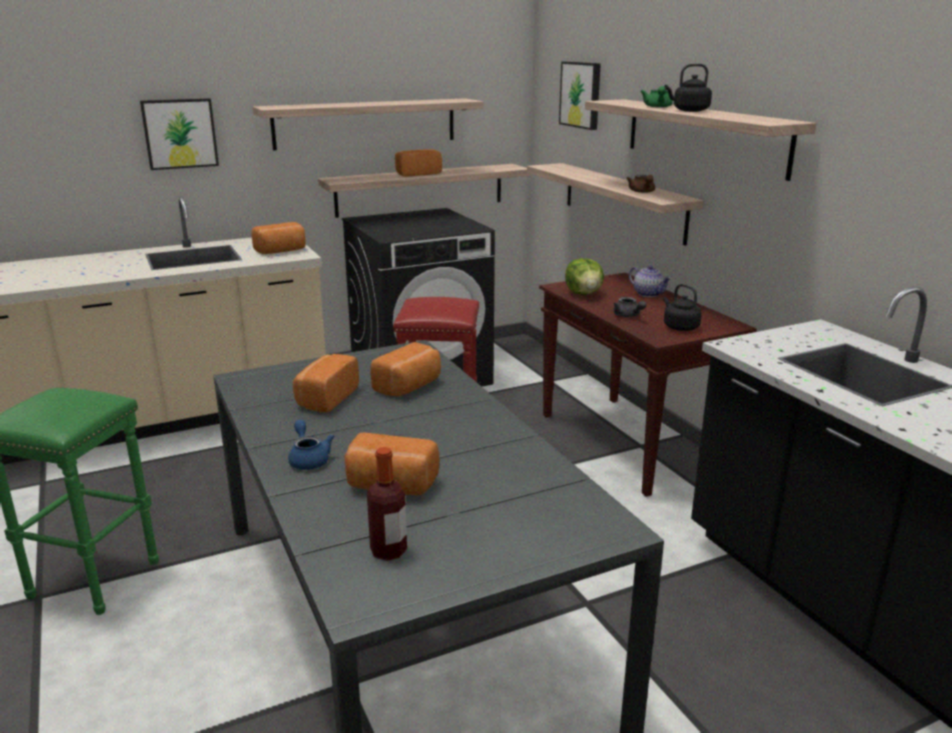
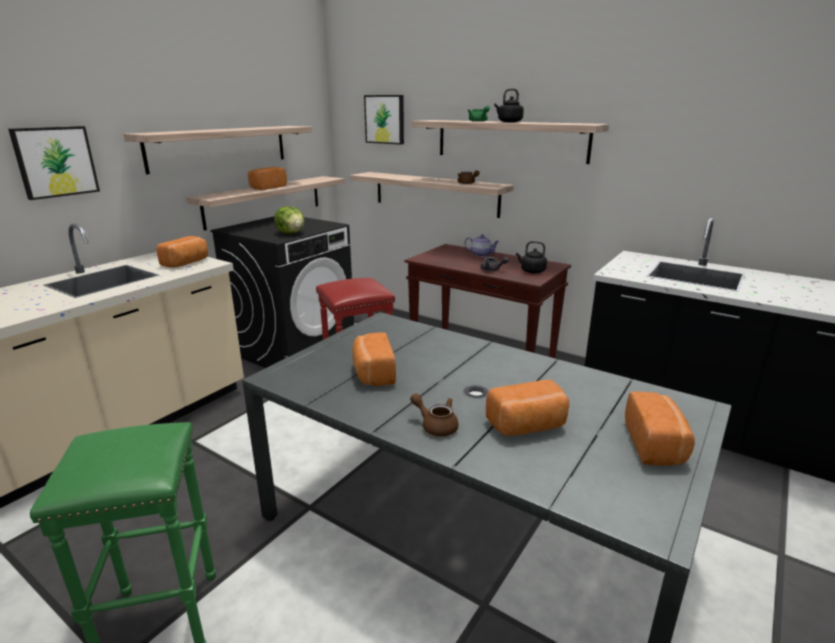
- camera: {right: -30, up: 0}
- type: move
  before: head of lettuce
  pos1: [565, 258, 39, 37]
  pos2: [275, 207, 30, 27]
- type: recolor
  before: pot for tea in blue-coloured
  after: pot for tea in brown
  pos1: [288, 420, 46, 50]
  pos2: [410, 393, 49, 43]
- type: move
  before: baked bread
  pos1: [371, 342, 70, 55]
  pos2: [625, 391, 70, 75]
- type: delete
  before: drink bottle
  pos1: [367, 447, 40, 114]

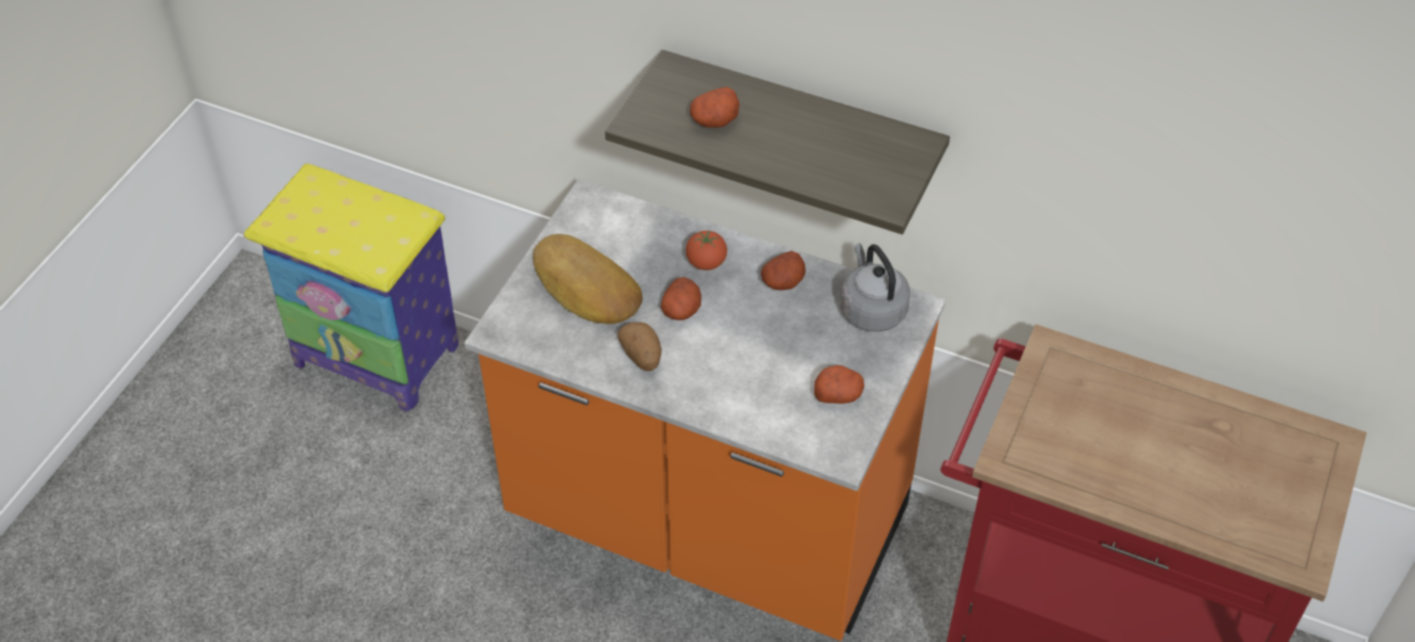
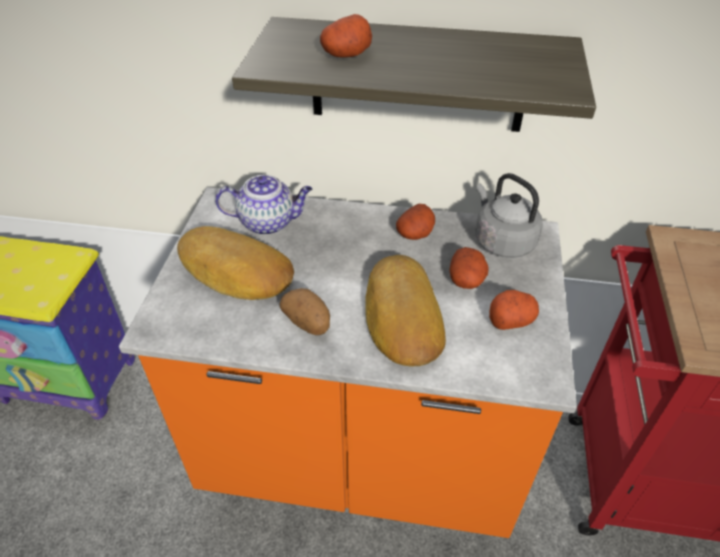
- camera: {right: -15, up: -5}
- type: insert
  after: pot for tea
  pos2: [215, 175, 97, 60]
- type: insert
  after: baked bread
  pos2: [365, 255, 81, 112]
- type: move
  before: spud
  pos1: [661, 277, 40, 43]
  pos2: [449, 247, 40, 42]
- type: delete
  before: whole tomato
  pos1: [686, 231, 41, 39]

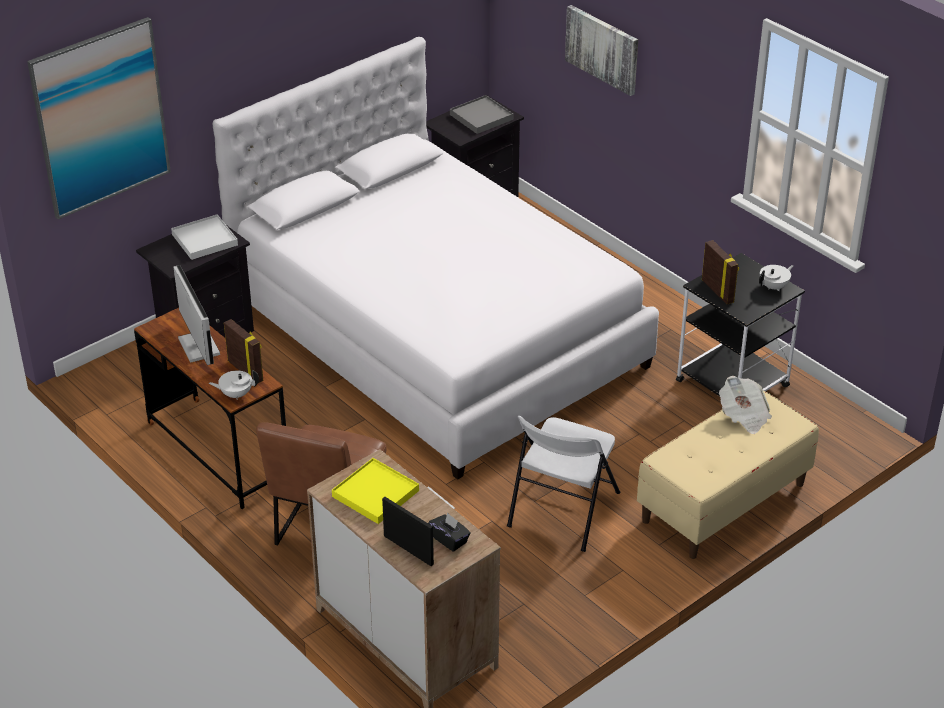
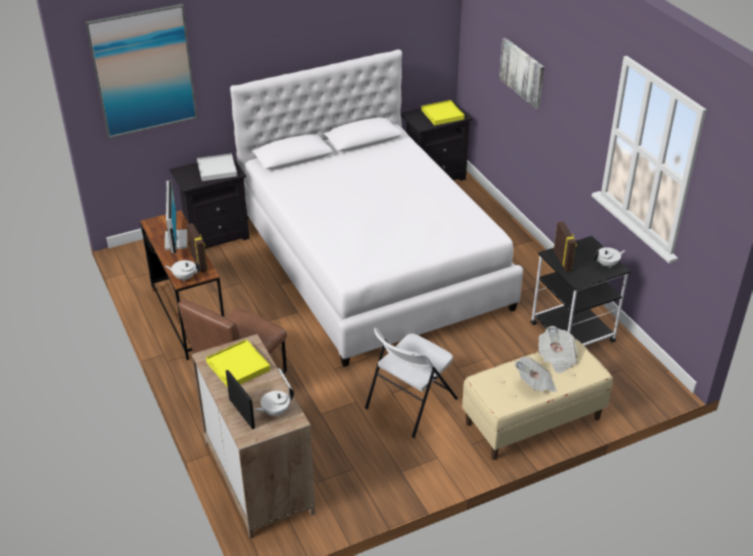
- camera: {right: 15, up: 0}
- type: replace
  before: tissue box in black
  after: pot for tea in white
  pos1: [428, 512, 43, 40]
  pos2: [254, 388, 40, 28]
- type: recolor
  before: carrying tray in gray
  after: carrying tray in yellowish
  pos1: [450, 95, 63, 39]
  pos2: [421, 100, 44, 25]
- type: insert
  after: printed paper
  pos2: [515, 357, 42, 36]

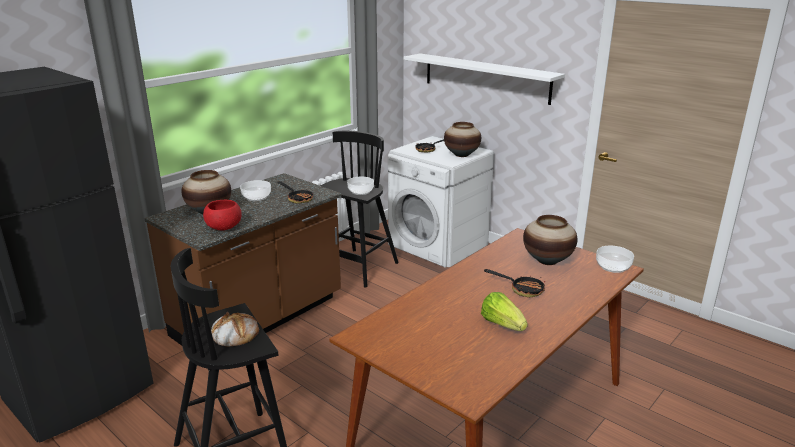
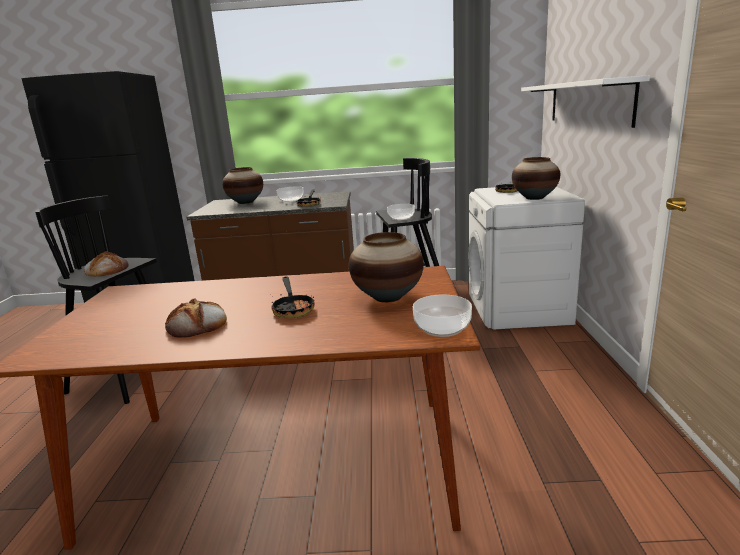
- camera: {right: 50, up: -5}
- type: replace
  before: head of lettuce
  after: baked bread
  pos1: [481, 292, 47, 39]
  pos2: [165, 298, 62, 40]
- type: delete
  before: serving bowl in red
  pos1: [203, 200, 39, 31]

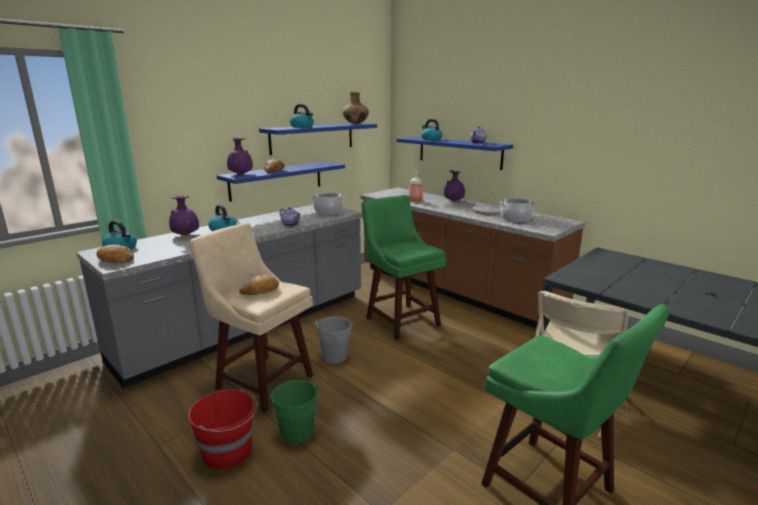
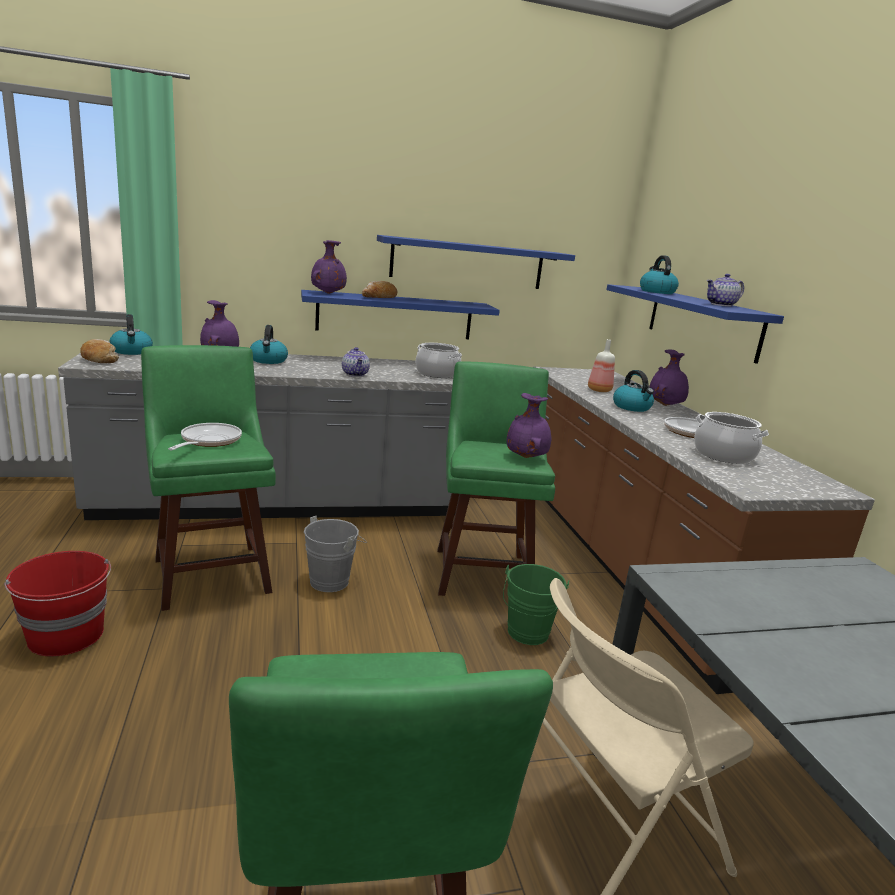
- camera: {right: 30, up: 0}
- type: recolor
  before: stool seat in beige-coloured
  after: stool seat in green-coloured
  pos1: [190, 223, 123, 189]
  pos2: [141, 345, 135, 266]
- type: replace
  before: baked bread
  after: pan
  pos1: [239, 274, 40, 21]
  pos2: [168, 423, 74, 28]
- type: move
  before: bucket in green-coloured
  pos1: [269, 380, 50, 64]
  pos2: [503, 564, 67, 81]
- type: insert
  after: flower vase in purplish
  pos2: [507, 393, 44, 65]
- type: move
  before: kettle
  pos1: [290, 104, 24, 24]
  pos2: [613, 370, 41, 42]
- type: delete
  before: flower vase in brown
  pos1: [343, 92, 26, 32]

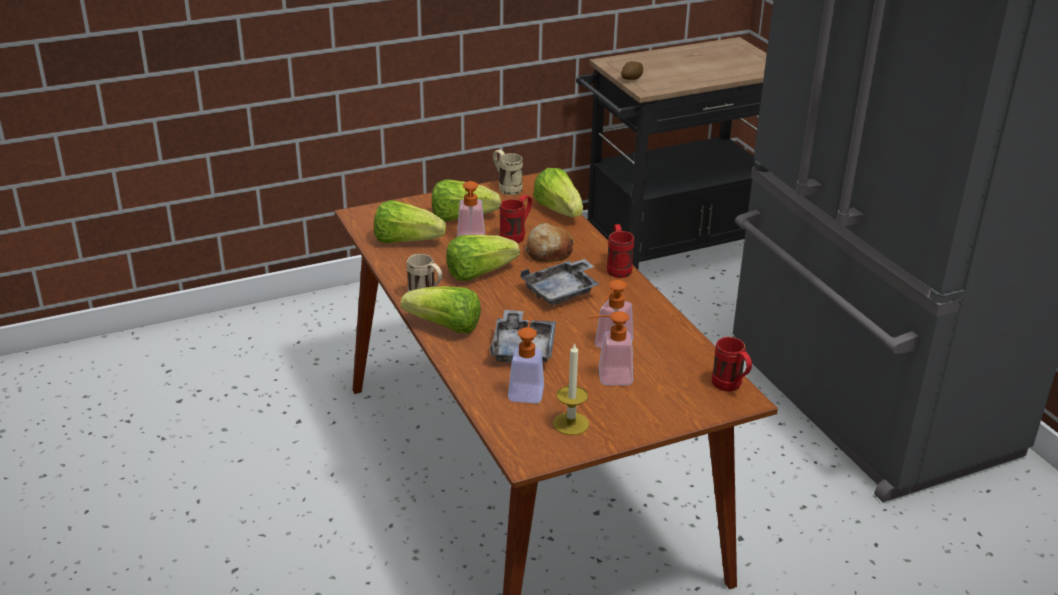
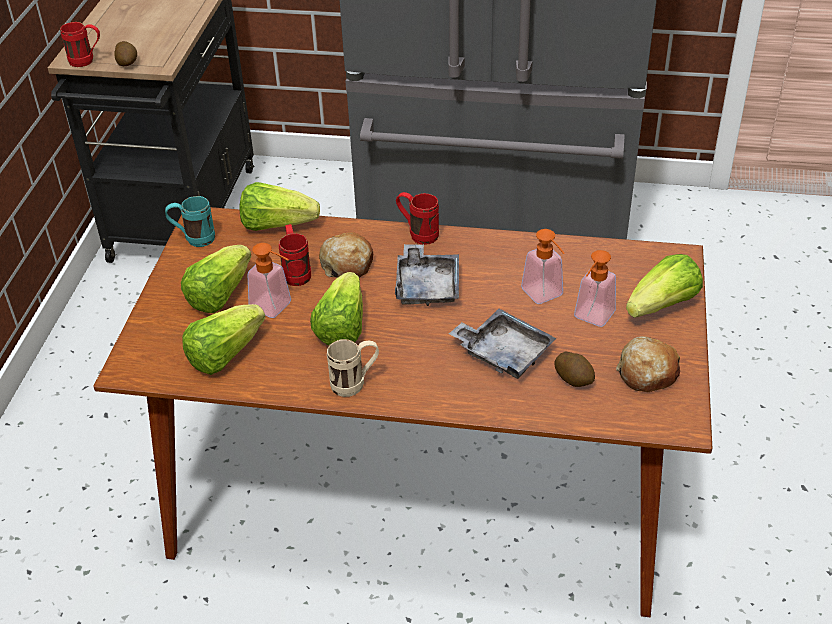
- camera: {right: -55, up: 10}
- type: move
  before: tea mug in red
  pos1: [712, 337, 40, 55]
  pos2: [60, 22, 40, 45]
- type: recolor
  before: tea mug in beige-coloured
  after: tea mug in blue-green
  pos1: [493, 150, 30, 45]
  pos2: [165, 196, 50, 51]
- type: replace
  before: liquid soap bottle
  after: spud
  pos1: [508, 316, 36, 88]
  pos2: [554, 351, 41, 36]
- type: replace
  before: candle
  after: baked bread
  pos1: [553, 342, 36, 93]
  pos2: [616, 336, 64, 56]
- type: move
  before: head of lettuce
  pos1: [401, 286, 80, 47]
  pos2: [626, 254, 77, 64]

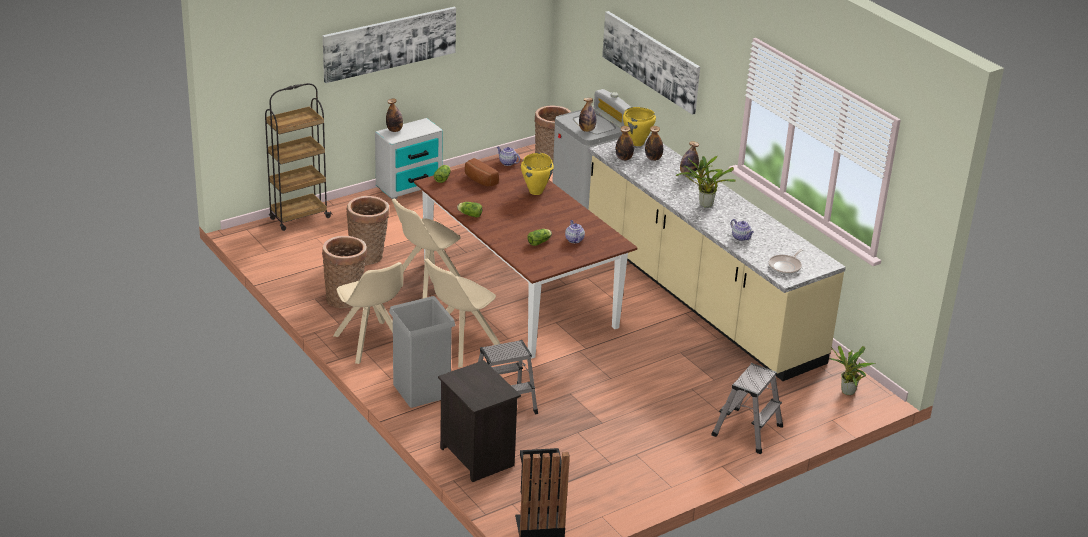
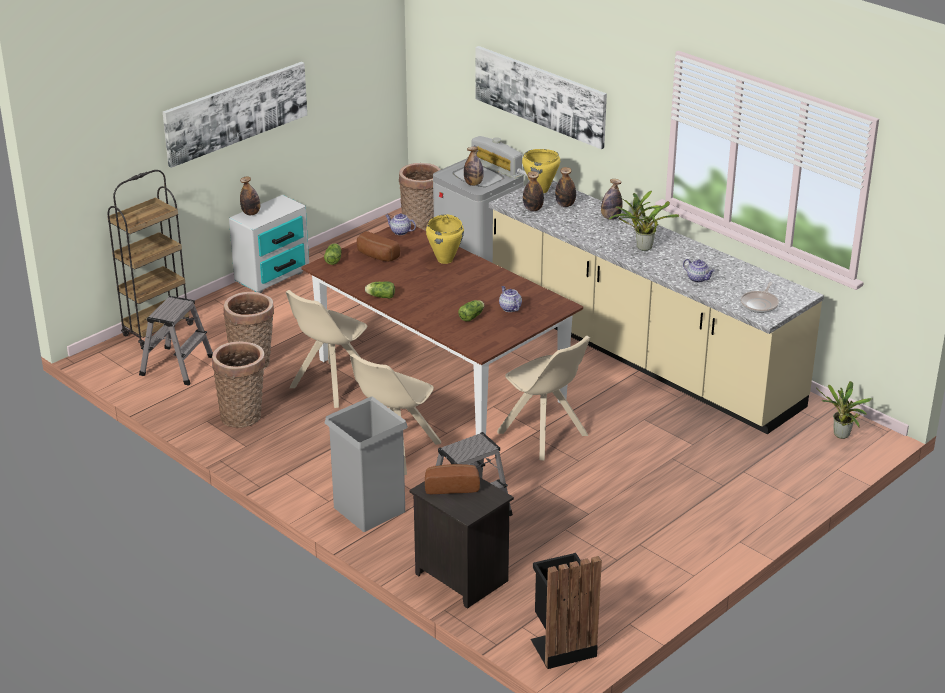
- camera: {right: -10, up: 0}
- type: move
  before: step stool in gray
  pos1: [711, 363, 72, 91]
  pos2: [139, 296, 74, 89]
- type: insert
  after: baked bread
  pos2: [425, 464, 55, 30]
- type: move
  before: upright chair in beige-coloured
  pos1: [334, 262, 69, 102]
  pos2: [497, 336, 93, 125]

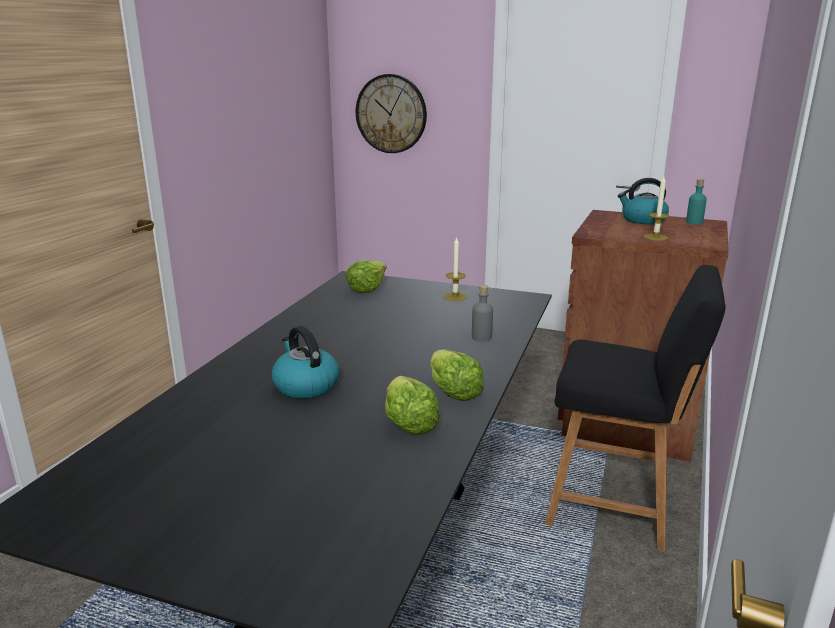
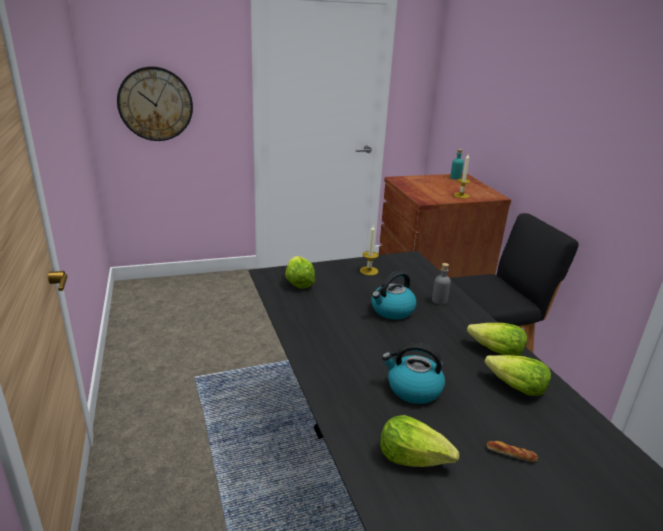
- camera: {right: -40, up: 5}
- type: move
  before: kettle
  pos1: [618, 178, 51, 46]
  pos2: [371, 271, 46, 48]
- type: insert
  after: head of lettuce
  pos2: [380, 415, 79, 52]
- type: insert
  after: baked bread
  pos2: [486, 441, 52, 21]

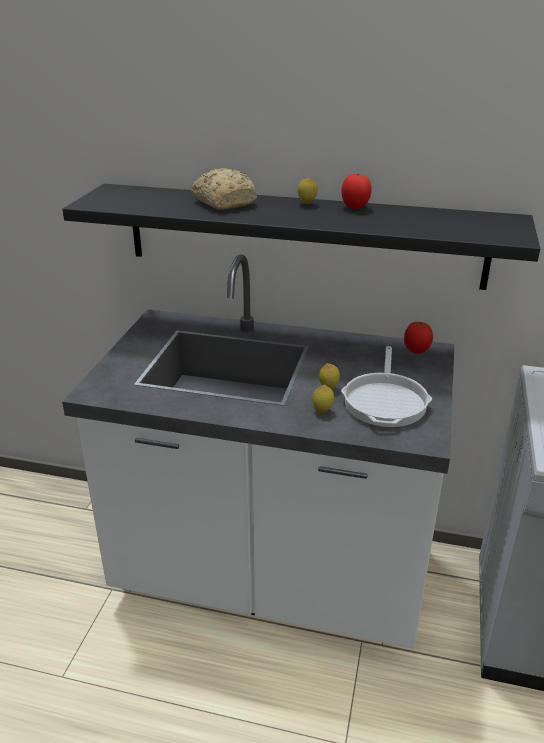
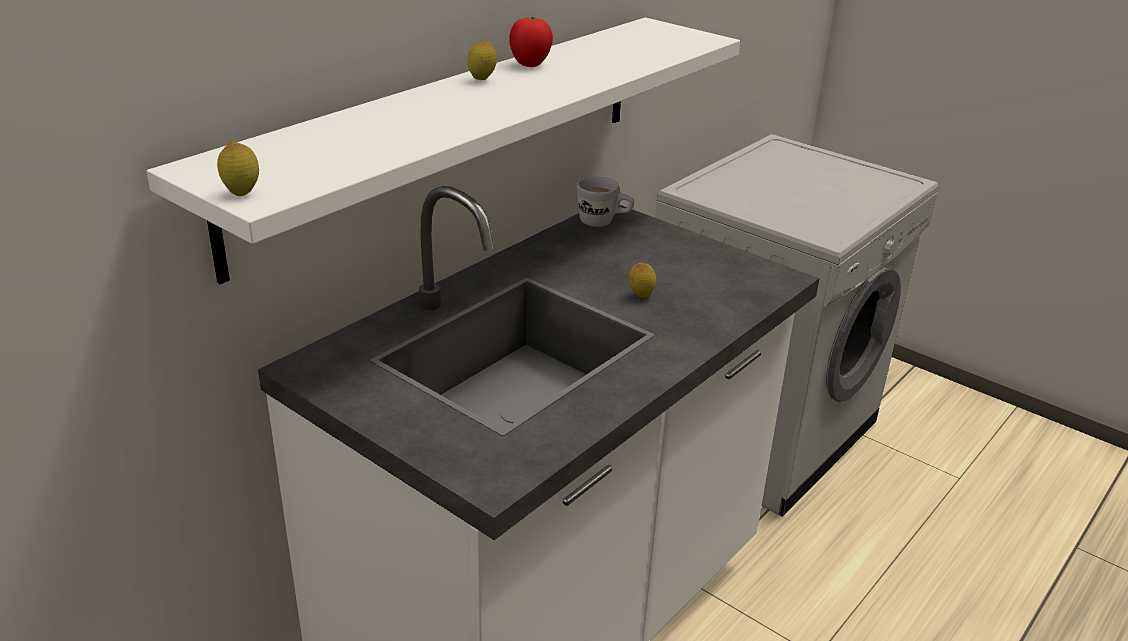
- camera: {right: -65, up: 0}
- type: recolor
  before: bracket shelf in black
  after: bracket shelf in white
  pos1: [62, 184, 478, 106]
  pos2: [146, 17, 594, 267]
- type: move
  before: whole lemon
  pos1: [312, 385, 22, 28]
  pos2: [217, 141, 42, 55]
- type: replace
  before: whole tomato
  after: tea mug in white
  pos1: [404, 322, 29, 32]
  pos2: [577, 176, 57, 51]
- type: delete
  before: baked bread
  pos1: [191, 168, 66, 42]
- type: delete
  before: pan
  pos1: [341, 346, 91, 81]

